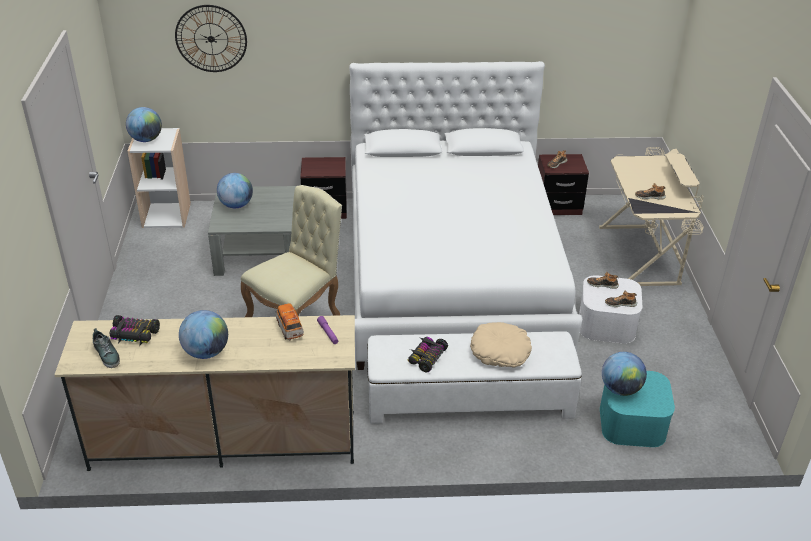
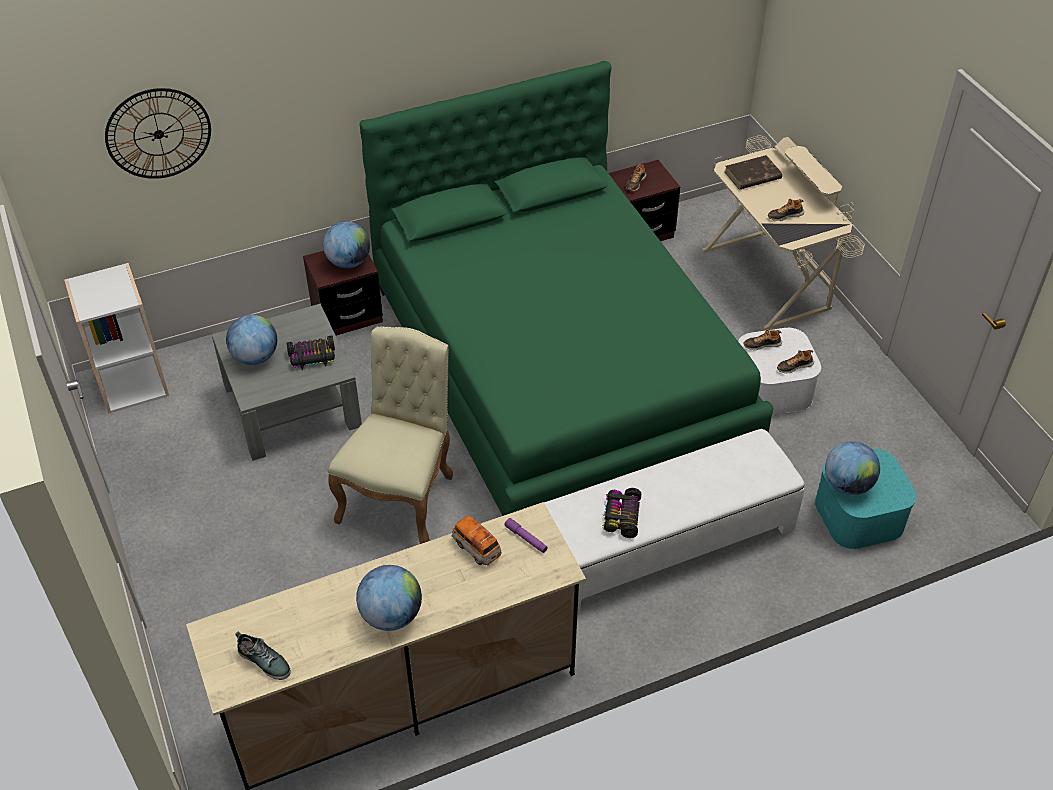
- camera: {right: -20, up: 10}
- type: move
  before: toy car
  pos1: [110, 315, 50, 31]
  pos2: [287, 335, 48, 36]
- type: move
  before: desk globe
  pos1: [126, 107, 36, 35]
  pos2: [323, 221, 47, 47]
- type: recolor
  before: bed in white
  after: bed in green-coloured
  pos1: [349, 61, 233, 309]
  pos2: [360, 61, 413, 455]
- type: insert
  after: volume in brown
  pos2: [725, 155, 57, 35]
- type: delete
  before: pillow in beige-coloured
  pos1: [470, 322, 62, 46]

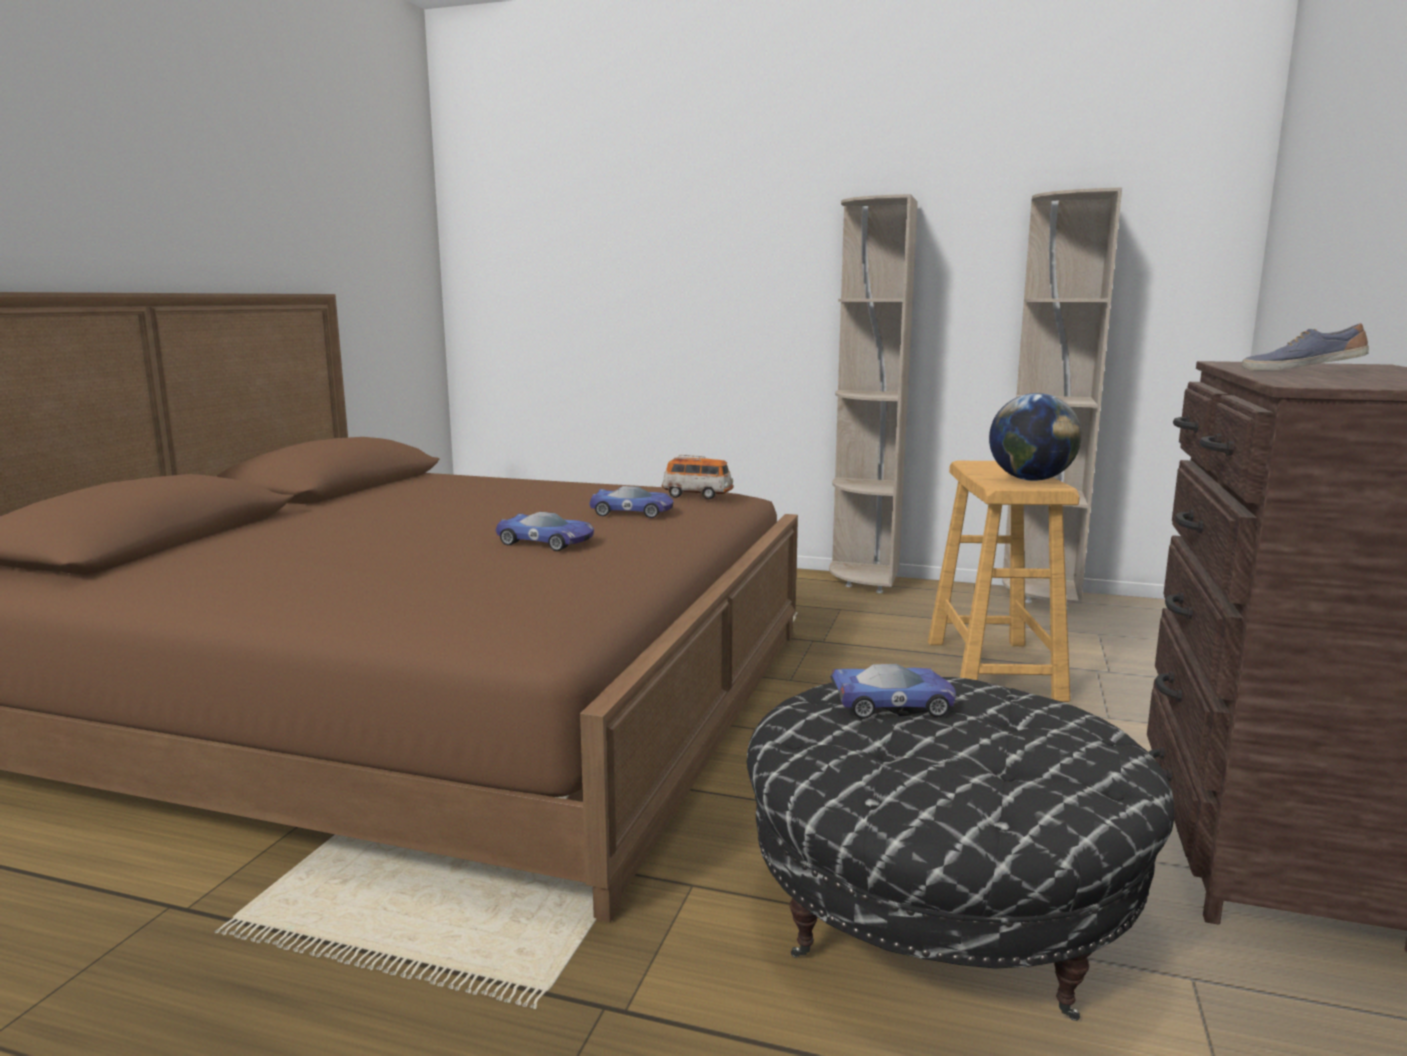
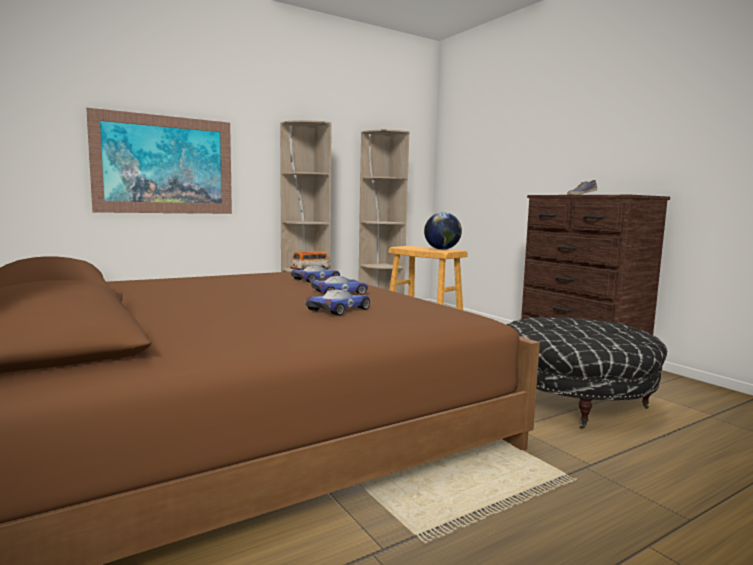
- camera: {right: -50, up: -5}
- type: insert
  after: wall art
  pos2: [86, 108, 146, 106]
- type: move
  before: toy car
  pos1: [830, 664, 126, 55]
  pos2: [305, 289, 65, 26]

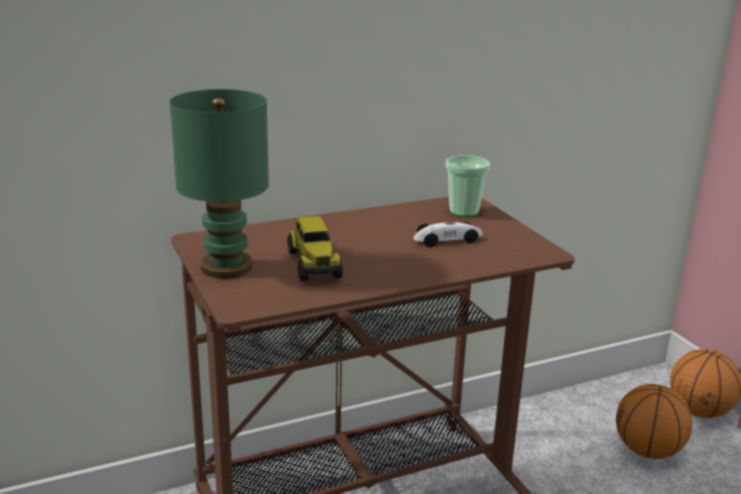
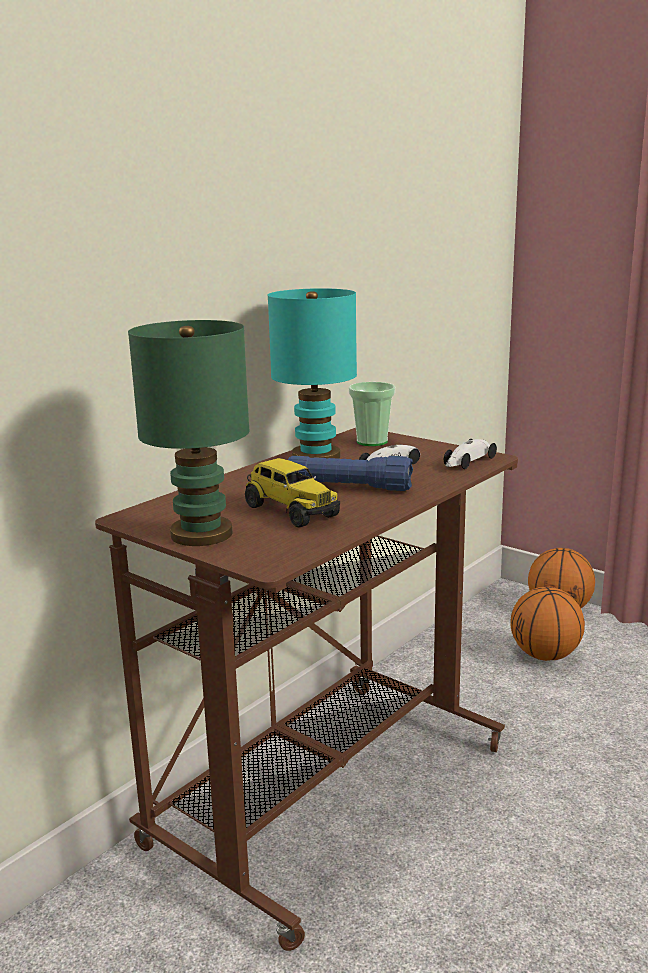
- camera: {right: -25, up: -5}
- type: insert
  after: lamp for a table in blue-green
  pos2: [268, 288, 89, 170]
- type: insert
  after: hand torch in blue-coloured
  pos2: [288, 456, 125, 35]
- type: insert
  after: toy car
  pos2: [444, 439, 53, 30]

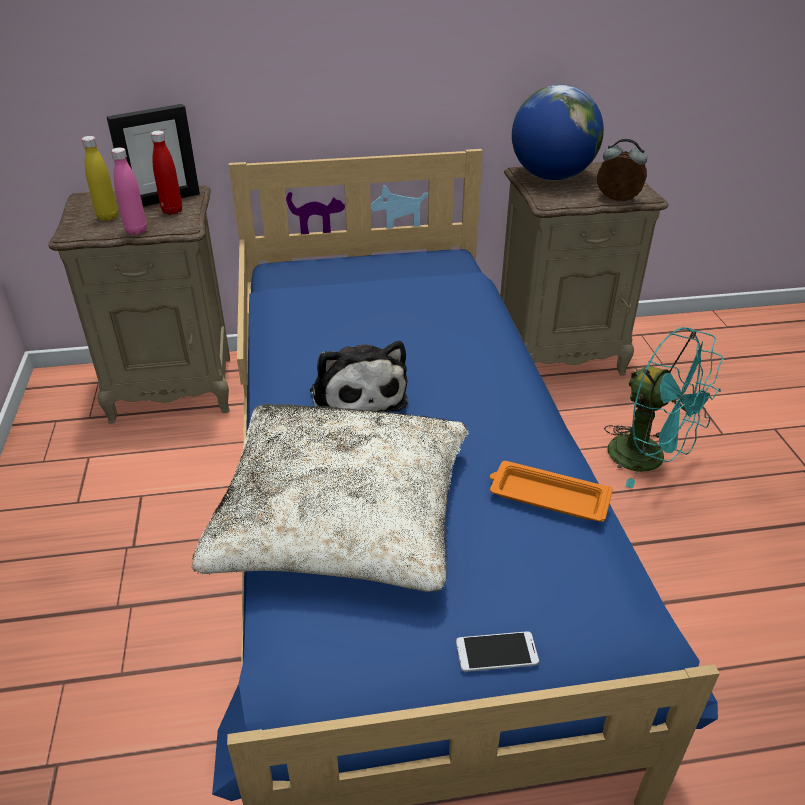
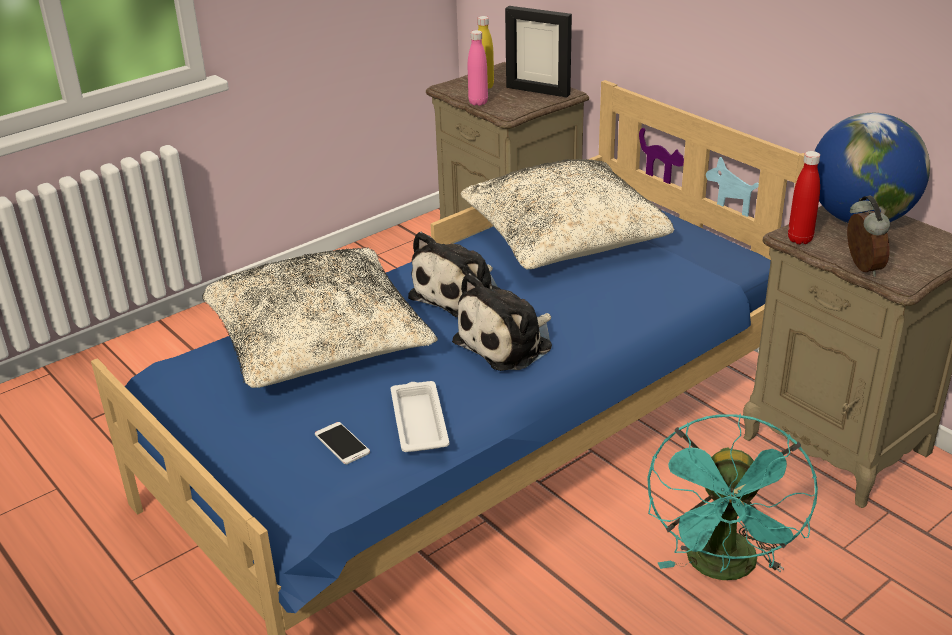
- camera: {right: 60, up: -5}
- type: move
  before: handset
  pos1: [456, 631, 83, 41]
  pos2: [315, 422, 55, 42]
- type: recolor
  before: carrying tray in orangey
  after: carrying tray in white
  pos1: [490, 461, 123, 61]
  pos2: [391, 381, 59, 71]
- type: insert
  after: cuddly toy
  pos2: [452, 273, 100, 98]
- type: insert
  after: pillow in beige-coloured
  pos2: [460, 159, 214, 111]
- type: move
  before: drink bottle in red
  pos1: [151, 131, 31, 84]
  pos2: [788, 151, 32, 93]

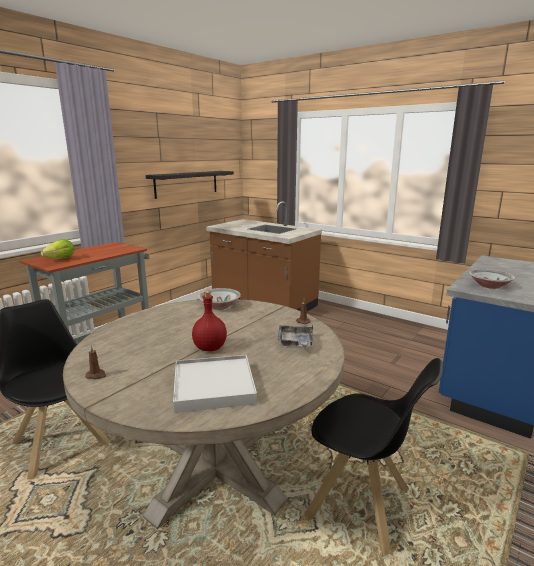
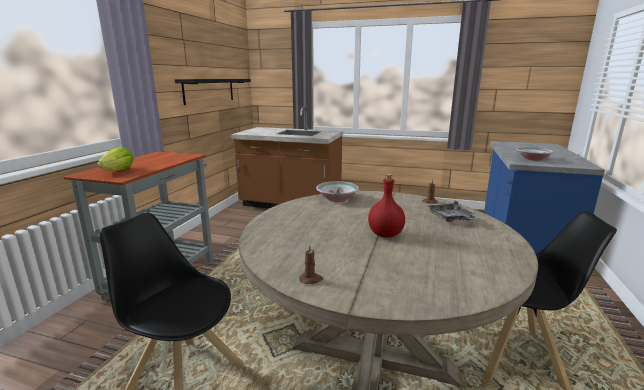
- camera: {right: -20, up: 0}
- type: delete
  before: carrying tray in white
  pos1: [173, 355, 84, 58]

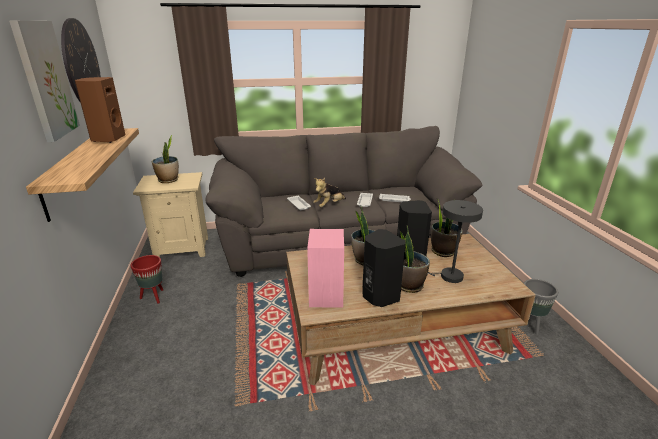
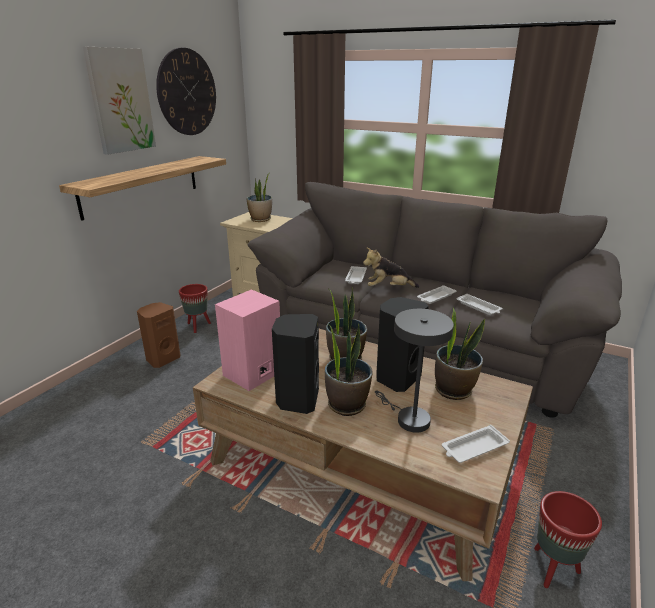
- camera: {right: 40, up: 0}
- type: move
  before: loudspeaker in brown
  pos1: [75, 77, 50, 66]
  pos2: [137, 302, 43, 66]
- type: insert
  after: carrying tray in white
  pos2: [442, 425, 68, 38]
- type: recolor
  before: plant pot in gray
  after: plant pot in red
  pos1: [524, 279, 34, 56]
  pos2: [534, 491, 68, 97]

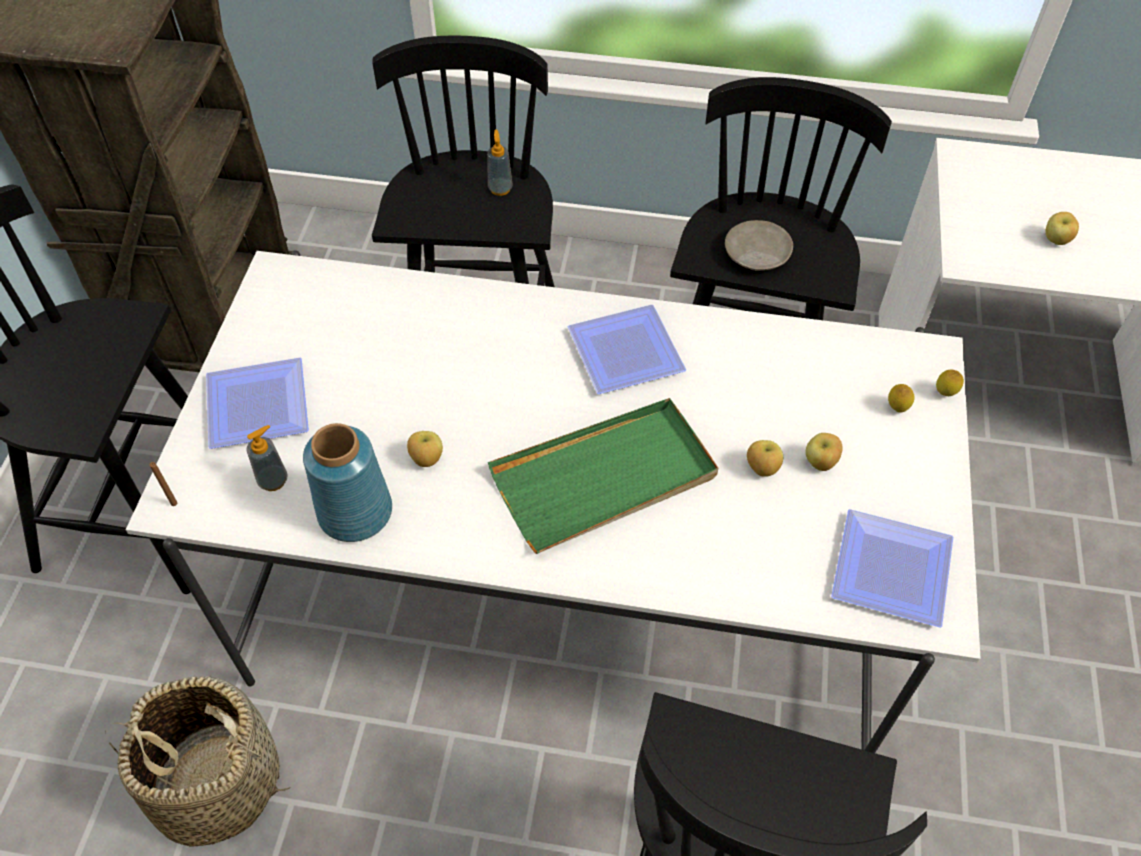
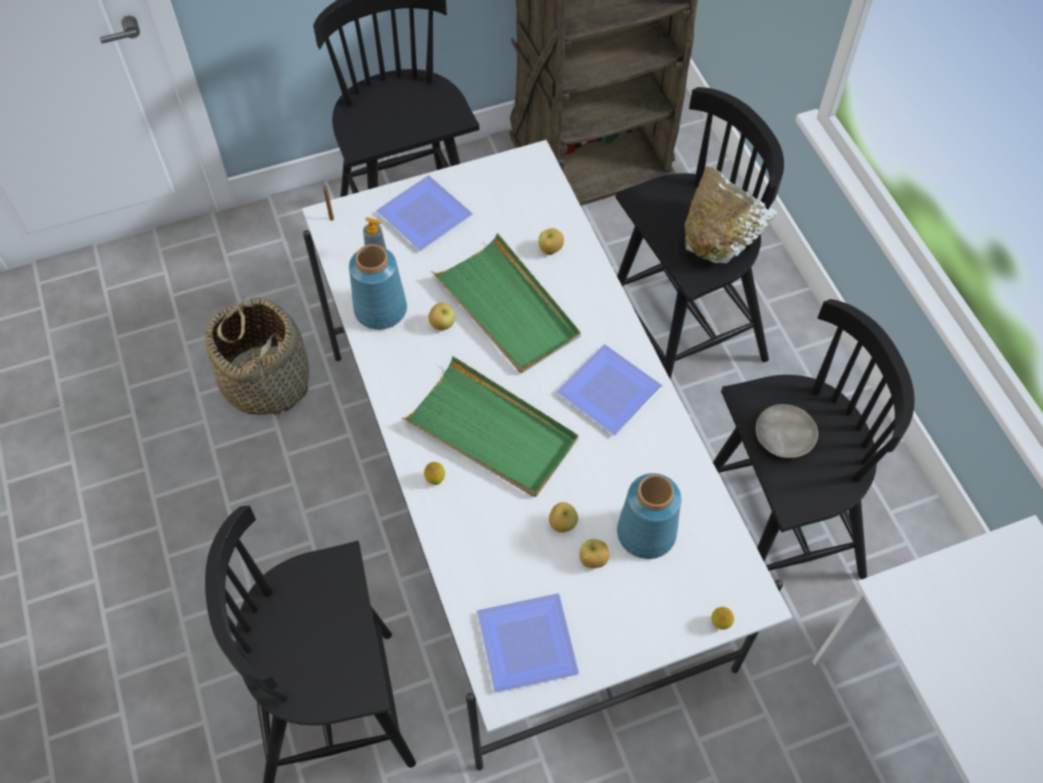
- camera: {right: 60, up: 5}
- type: move
  before: whole lemon
  pos1: [888, 384, 27, 28]
  pos2: [424, 462, 21, 23]
- type: insert
  after: carrying tray in green-coloured
  pos2: [431, 233, 150, 140]
- type: move
  before: whole apple
  pos1: [1046, 212, 33, 33]
  pos2: [538, 228, 26, 27]
- type: insert
  after: flower vase in blue-coloured
  pos2: [617, 473, 64, 86]
- type: replace
  before: liquid soap bottle
  after: serving bowl in white
  pos1: [487, 130, 26, 66]
  pos2: [684, 165, 93, 98]

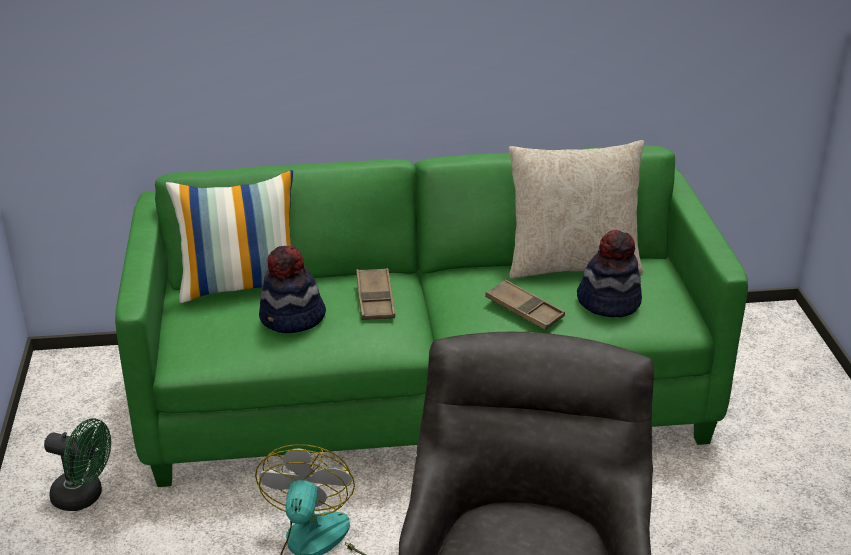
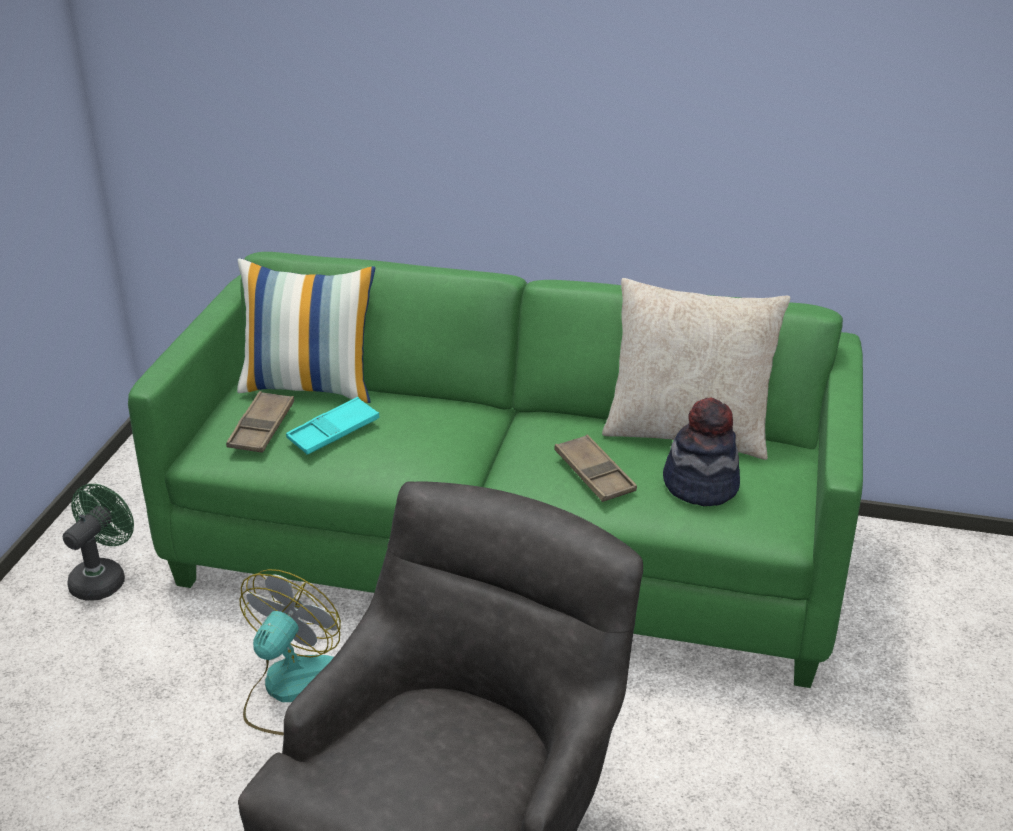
- camera: {right: 20, up: 0}
- type: rotate
  before: cooling fan in green-coloured
  pos1: [44, 419, 67, 92]
  pos2: [63, 484, 71, 116]
  turn: -105
- type: move
  before: carrying tray in brown
  pos1: [356, 268, 39, 52]
  pos2: [226, 391, 68, 62]
- type: replace
  before: clothing hat
  after: carrying tray in blue-green
  pos1: [259, 246, 67, 87]
  pos2: [286, 397, 94, 58]

